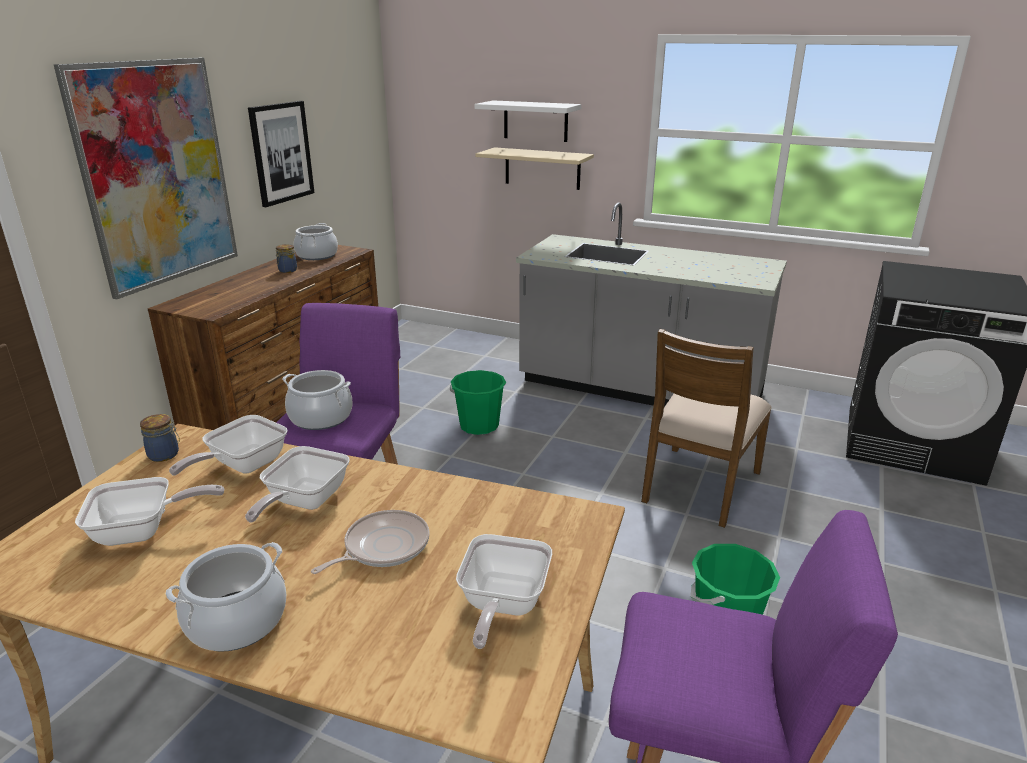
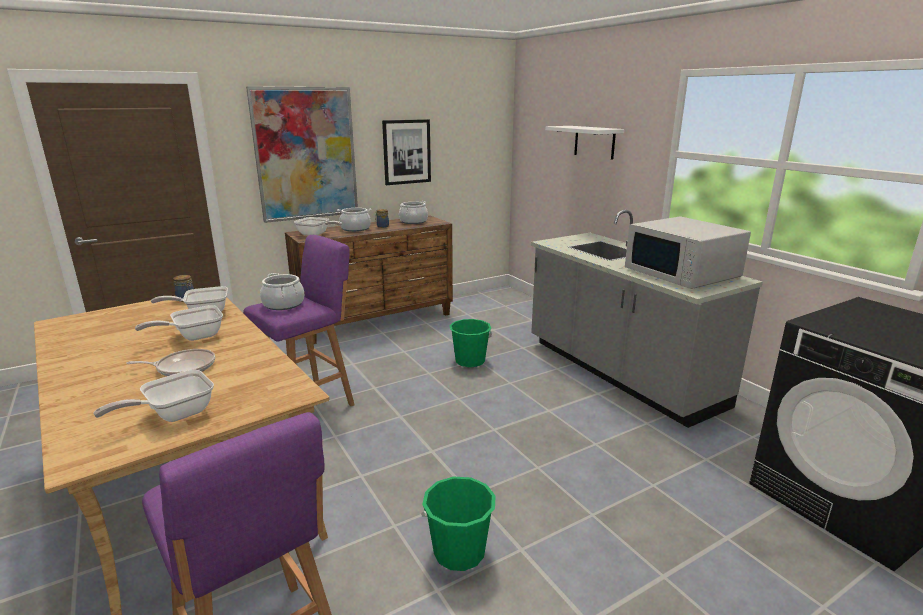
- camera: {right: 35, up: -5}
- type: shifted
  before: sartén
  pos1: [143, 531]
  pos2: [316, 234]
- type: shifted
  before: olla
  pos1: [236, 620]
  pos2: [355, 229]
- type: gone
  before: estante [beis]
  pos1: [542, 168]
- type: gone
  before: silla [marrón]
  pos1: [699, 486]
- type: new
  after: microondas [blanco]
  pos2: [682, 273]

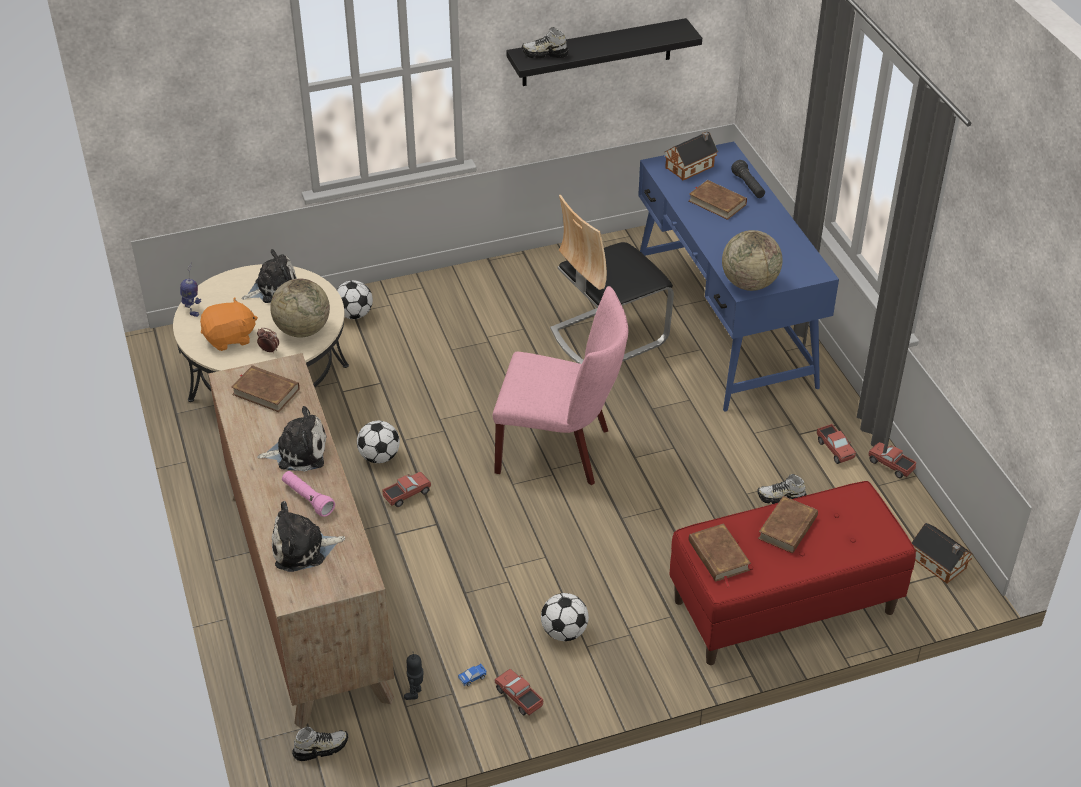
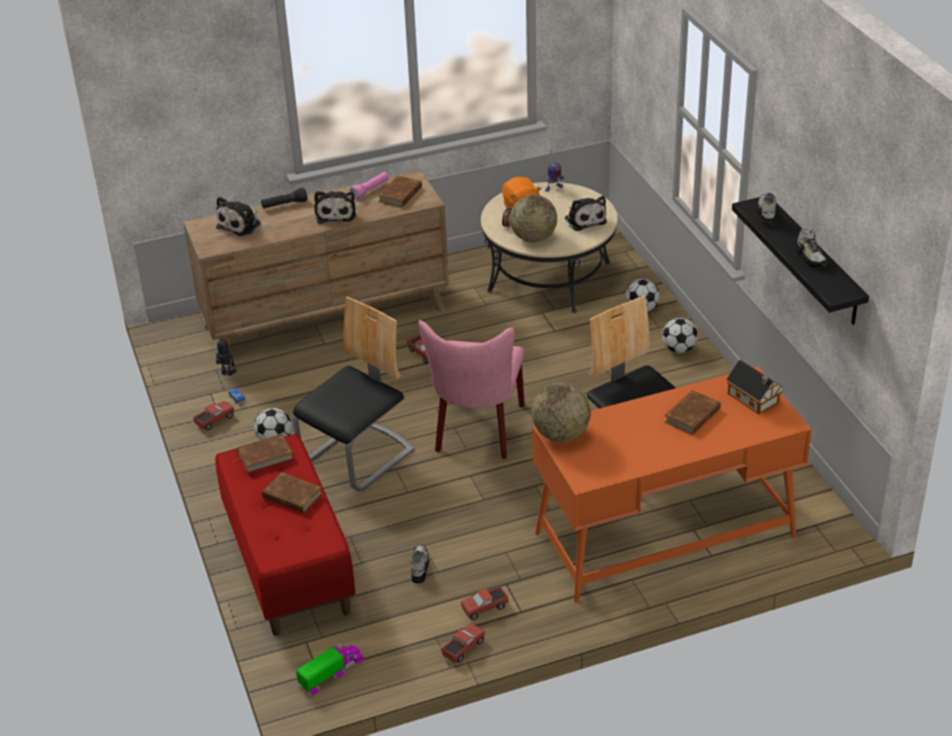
- camera: {right: 90, up: -5}
- type: rotated
  before: peluche
  pos1: [303, 549]
  pos2: [241, 225]
  turn: -135
- type: shifted
  before: linterna [rosa]
  pos1: [308, 499]
  pos2: [370, 190]
- type: shifted
  before: zapato
  pos1: [321, 748]
  pos2: [810, 258]
- type: shifted
  before: balón de fútbol
  pos1: [379, 457]
  pos2: [678, 349]
- type: repainted
  before: escritorio [azul]
  after: escritorio [naranja]
  pos1: [723, 326]
  pos2: [664, 534]
- type: shifted
  before: linterna [negro]
  pos1: [748, 186]
  pos2: [284, 205]
- type: swapped
  before: casita
  after: camión de juguete
  pos1: [939, 564]
  pos2: [330, 673]
- type: new
  after: silla
  pos2: [358, 456]

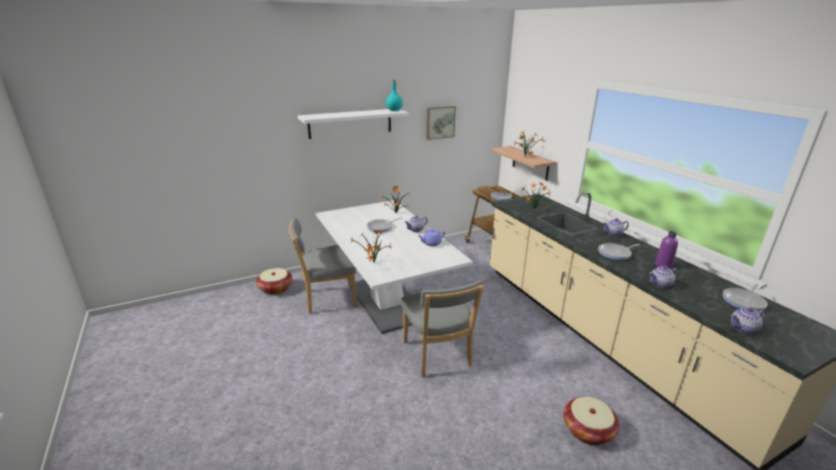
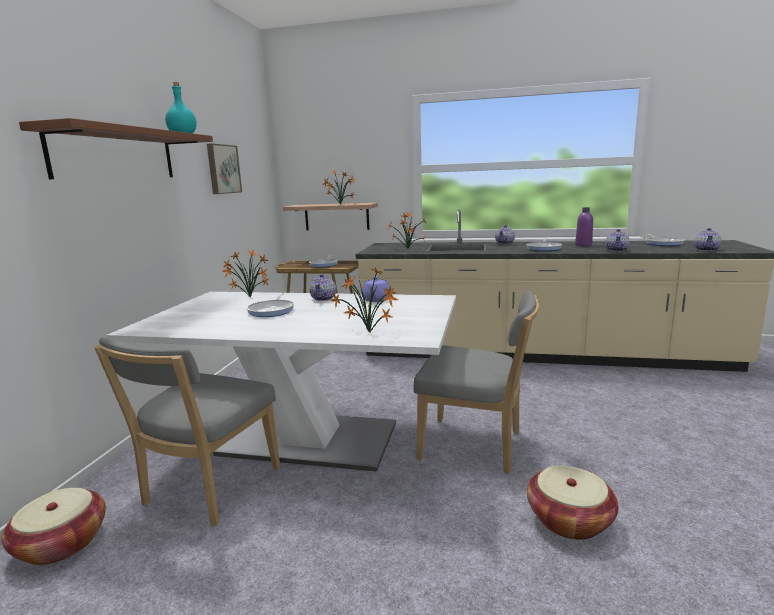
- camera: {right: -50, up: -10}
- type: repainted
  before: estante [blanco]
  after: estante [marrón]
  pos1: [350, 123]
  pos2: [116, 155]
- type: shifted
  before: cesta
  pos1: [588, 430]
  pos2: [569, 520]

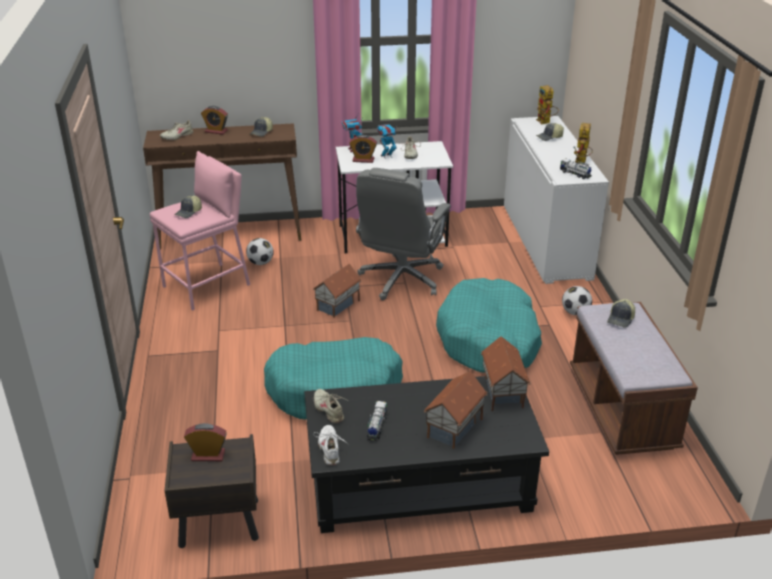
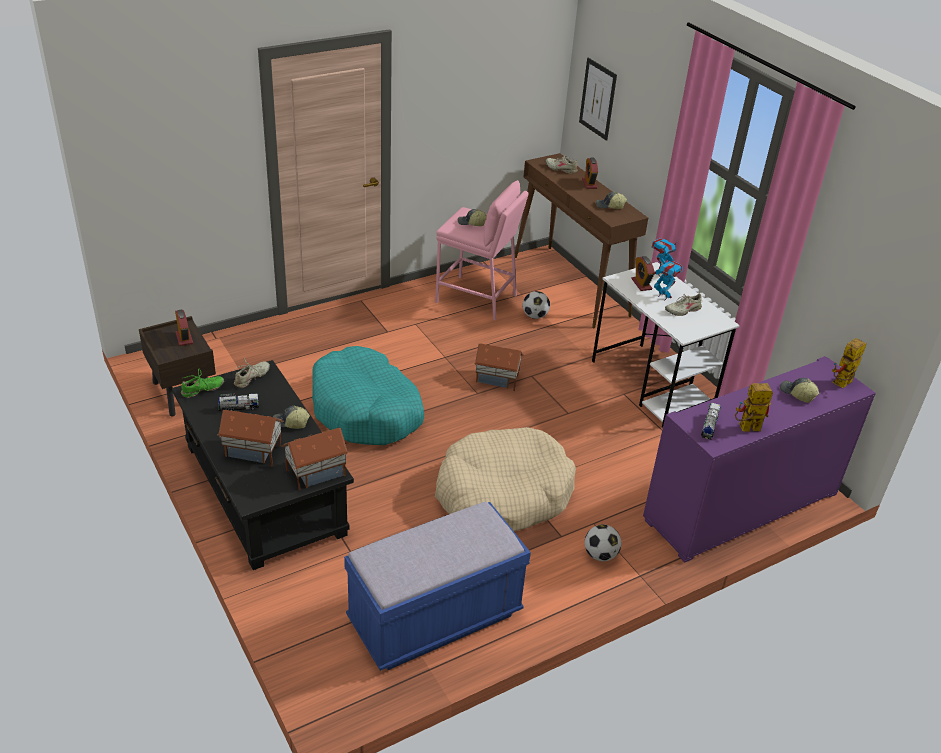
- camera: {right: 65, up: 5}
- type: repainted
  before: zapato [blanco]
  after: zapato [verde]
  pos1: [330, 449]
  pos2: [203, 390]
- type: gone
  before: silla de oficina [gris]
  pos1: [401, 279]
- type: repainted
  before: cama para perro [turquesa]
  after: cama para perro [beis]
  pos1: [489, 340]
  pos2: [503, 493]
- type: repainted
  before: armario [blanco]
  after: armario [morado]
  pos1: [545, 241]
  pos2: [741, 506]
- type: repainted
  before: banco [marrón]
  after: banco [azul]
  pos1: [622, 410]
  pos2: [435, 618]
- type: shifted
  before: gorra
  pos1: [621, 319]
  pos2: [290, 423]
- type: new
  after: cuadro
  pos2: [598, 99]

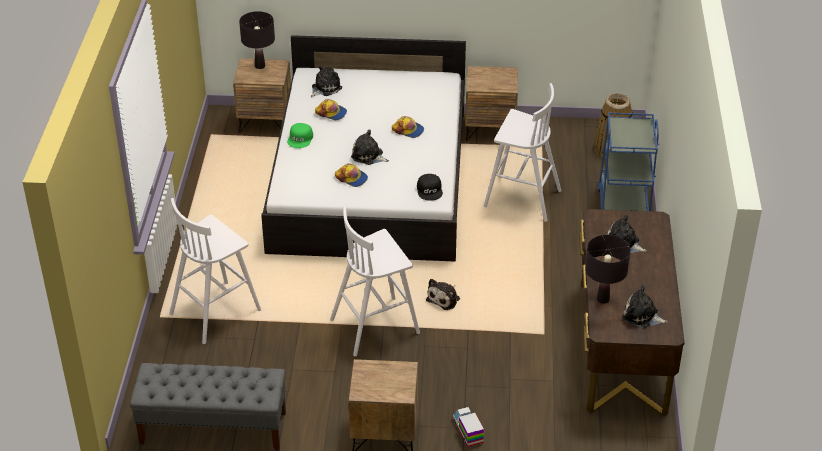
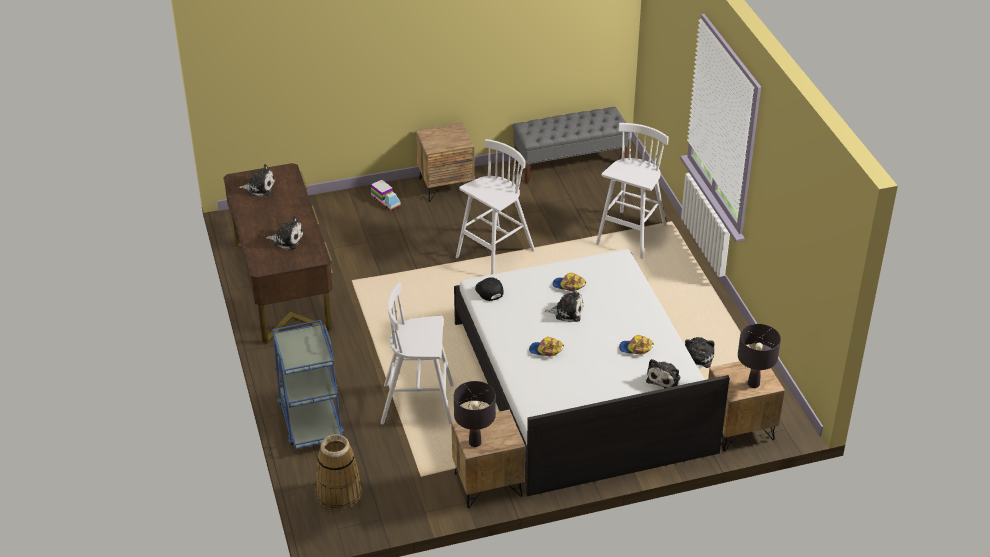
- camera: {right: 160, up: 0}
- type: gone
  before: gorra [verde]
  pos1: [300, 139]
- type: shifted
  before: peluche
  pos1: [444, 298]
  pos2: [697, 360]
- type: shifted
  before: lámpara de mesa [negro]
  pos1: [603, 299]
  pos2: [475, 442]

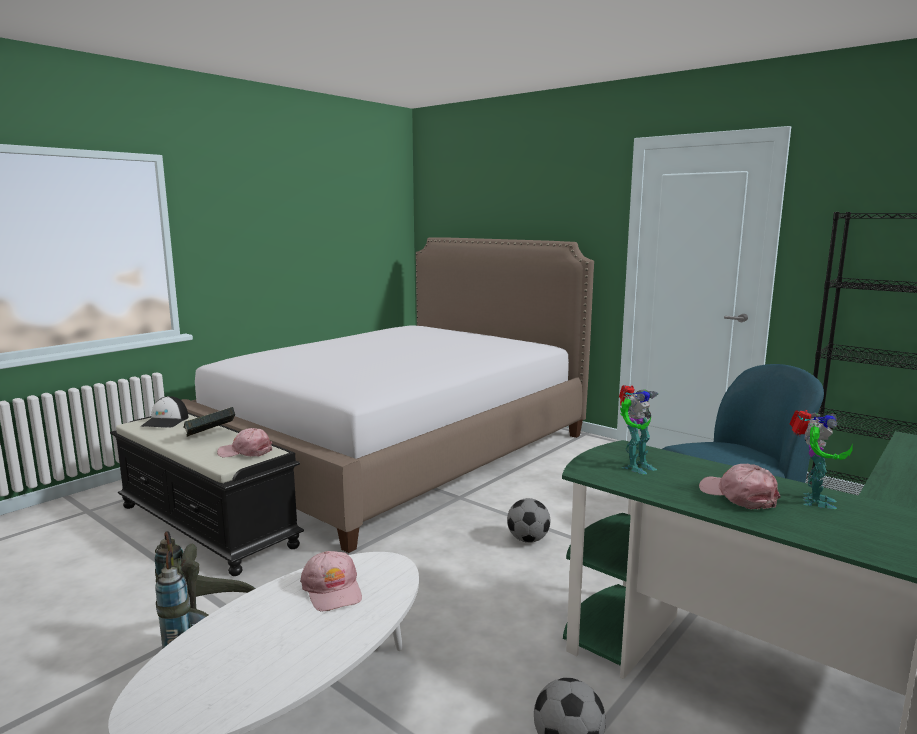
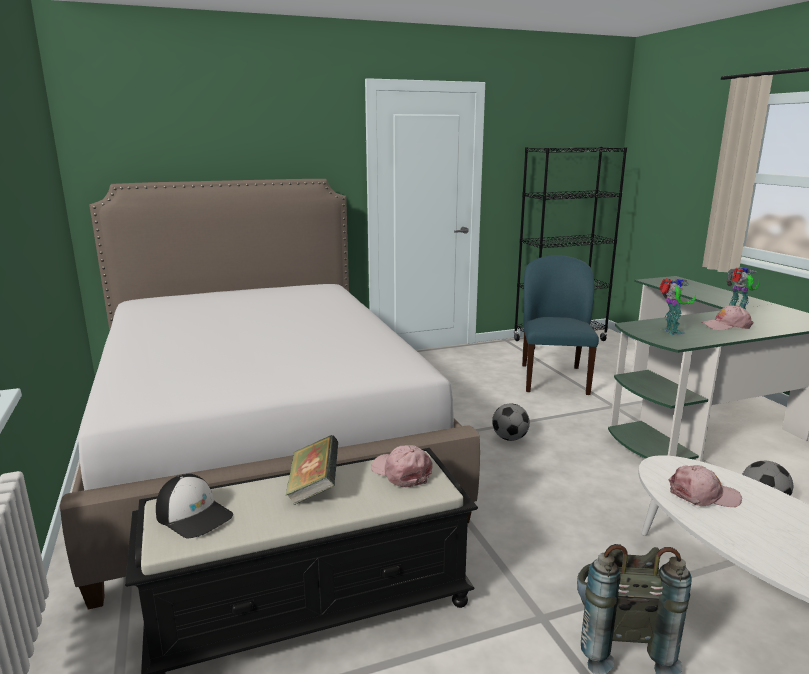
- camera: {right: -60, up: 5}
- type: rotated
  before: gorra [rosa]
  pos1: [246, 451]
  pos2: [401, 472]
  turn: 105

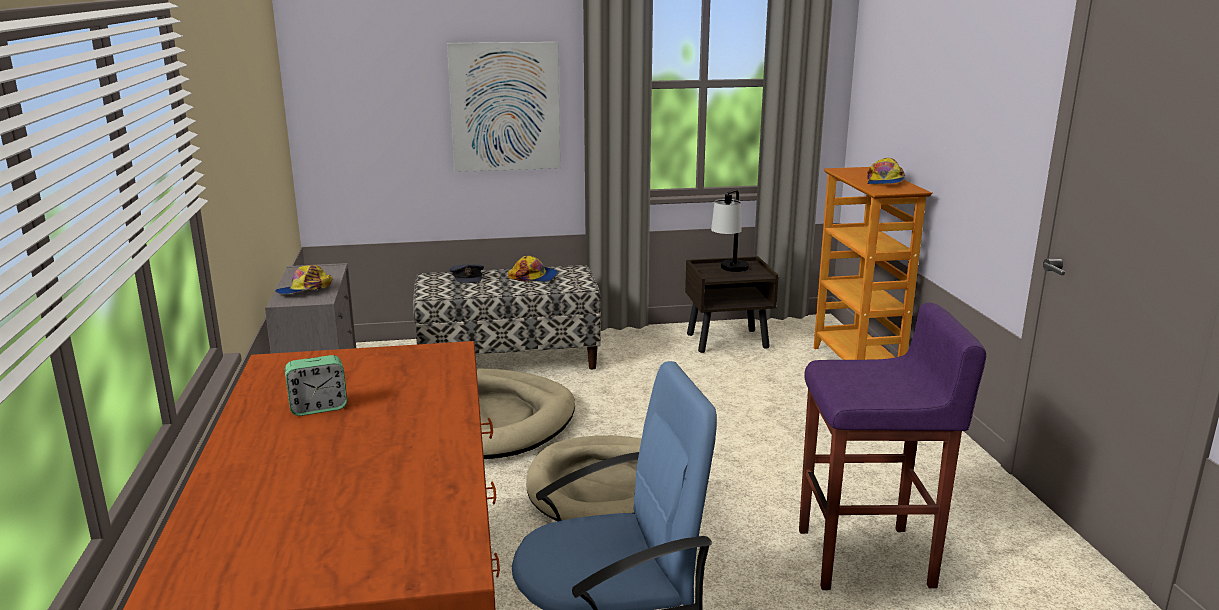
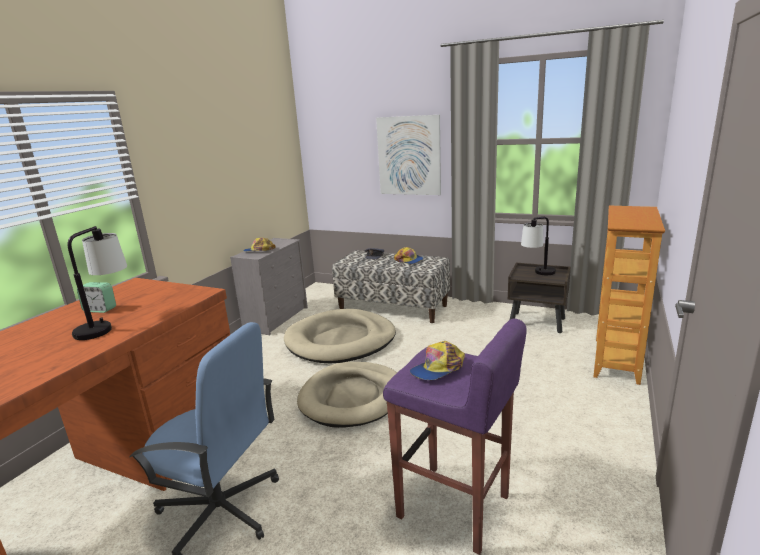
- camera: {right: 35, up: 0}
- type: shifted
  before: gorra
  pos1: [884, 181]
  pos2: [438, 369]
- type: new
  after: lámpara de mesa
  pos2: [107, 325]

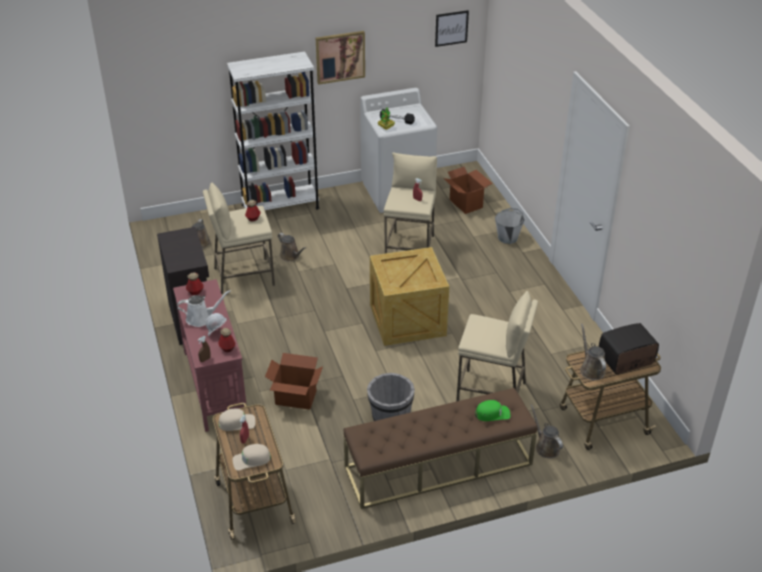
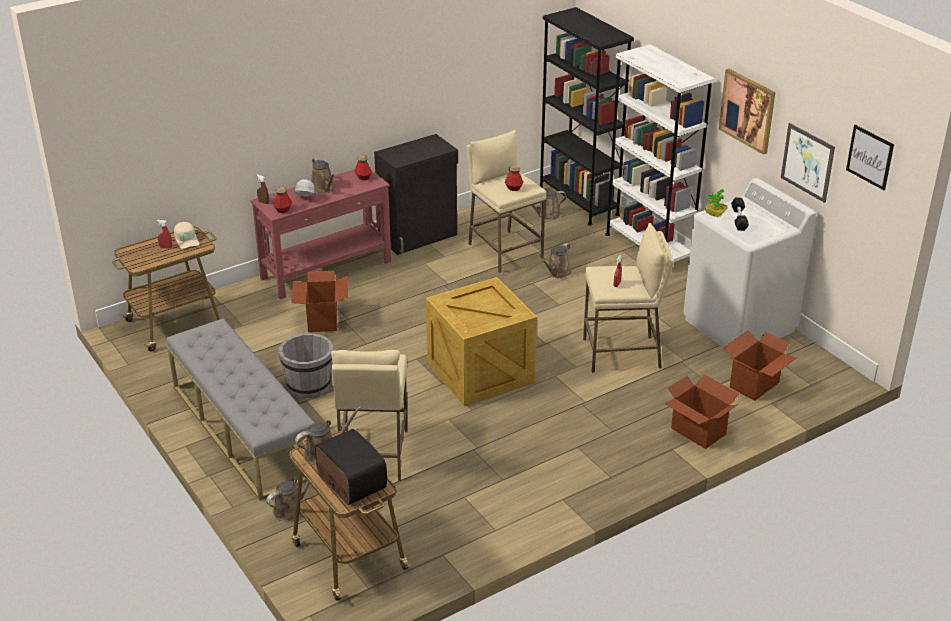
- camera: {right: 75, up: -5}
- type: repainted
  before: regadera [blanco]
  after: regadera [marrón]
  pos1: [201, 318]
  pos2: [323, 188]
- type: gone
  before: gorra [beis]
  pos1: [251, 460]
- type: repainted
  before: banco [marrón]
  after: banco [gris]
  pos1: [438, 466]
  pos2: [243, 430]
- type: gone
  before: gorra [verde]
  pos1: [492, 413]
- type: swapped
  before: cubo [gris]
  after: caja de cartón
  pos1: [508, 237]
  pos2: [698, 432]
- type: new
  after: estantería [negro]
  pos2: [578, 202]
- type: new
  after: cuadro
  pos2: [807, 162]

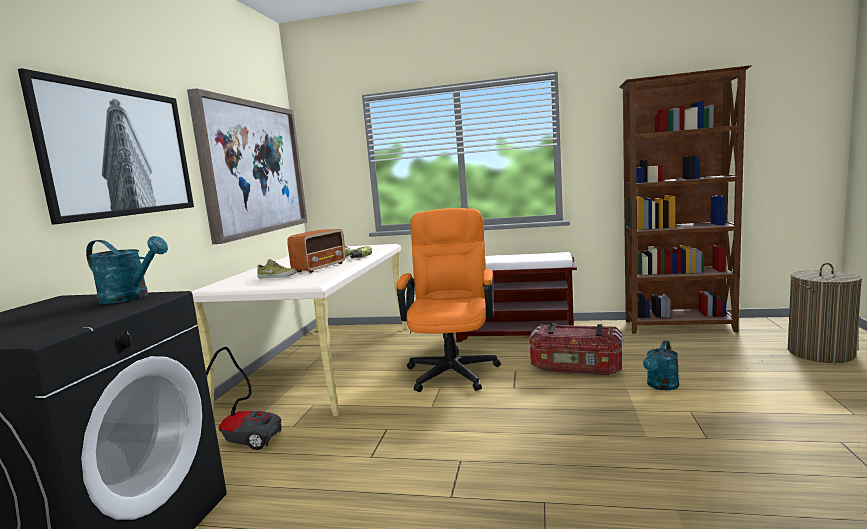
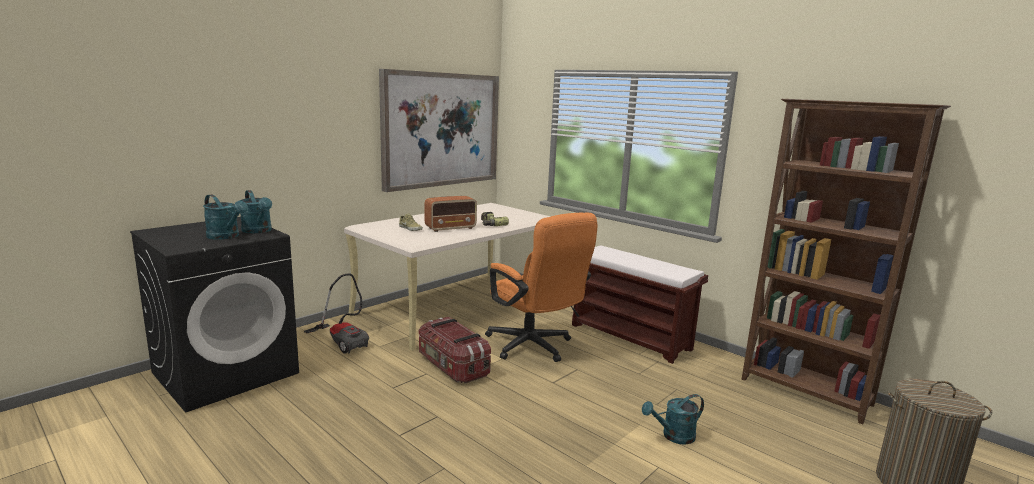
- camera: {right: 30, up: 5}
- type: gone
  before: cuadro
  pos1: [119, 152]
- type: rotated
  before: silla de oficina [naranja]
  pos1: [453, 368]
  pos2: [534, 347]
  turn: 105
- type: shifted
  before: caja de almacenaje
  pos1: [576, 368]
  pos2: [452, 366]
- type: new
  after: regadera [turquesa]
  pos2: [226, 236]

